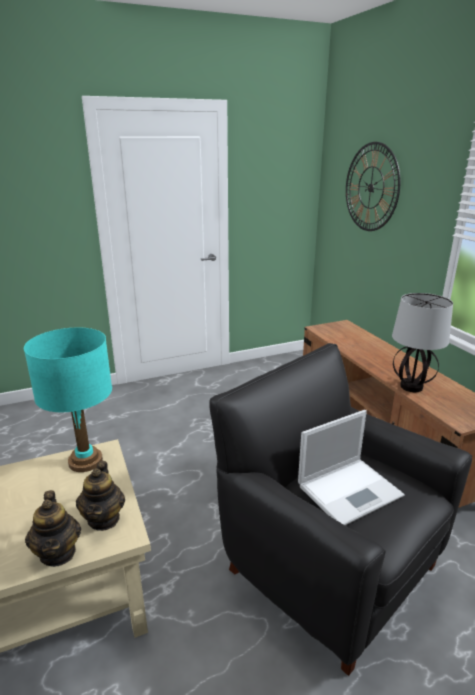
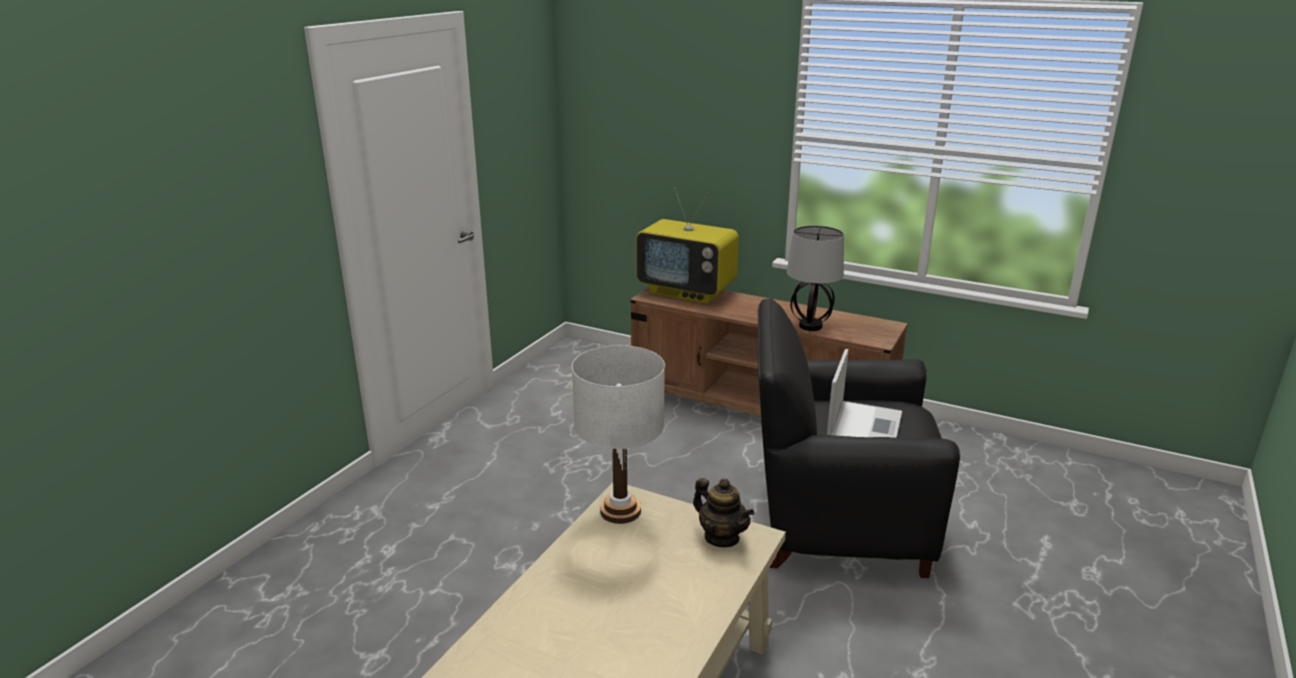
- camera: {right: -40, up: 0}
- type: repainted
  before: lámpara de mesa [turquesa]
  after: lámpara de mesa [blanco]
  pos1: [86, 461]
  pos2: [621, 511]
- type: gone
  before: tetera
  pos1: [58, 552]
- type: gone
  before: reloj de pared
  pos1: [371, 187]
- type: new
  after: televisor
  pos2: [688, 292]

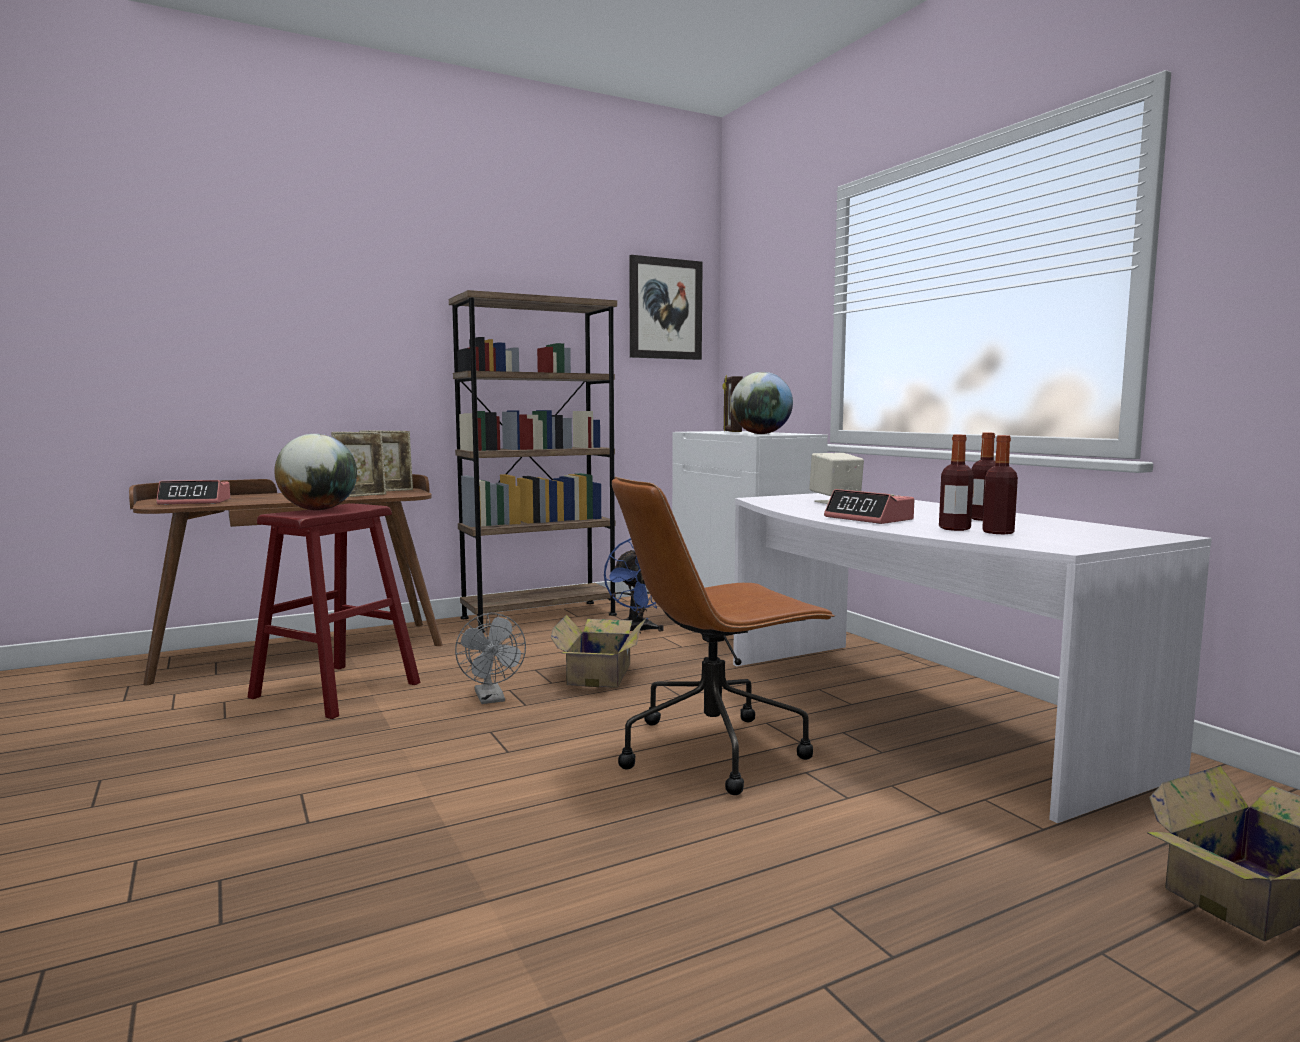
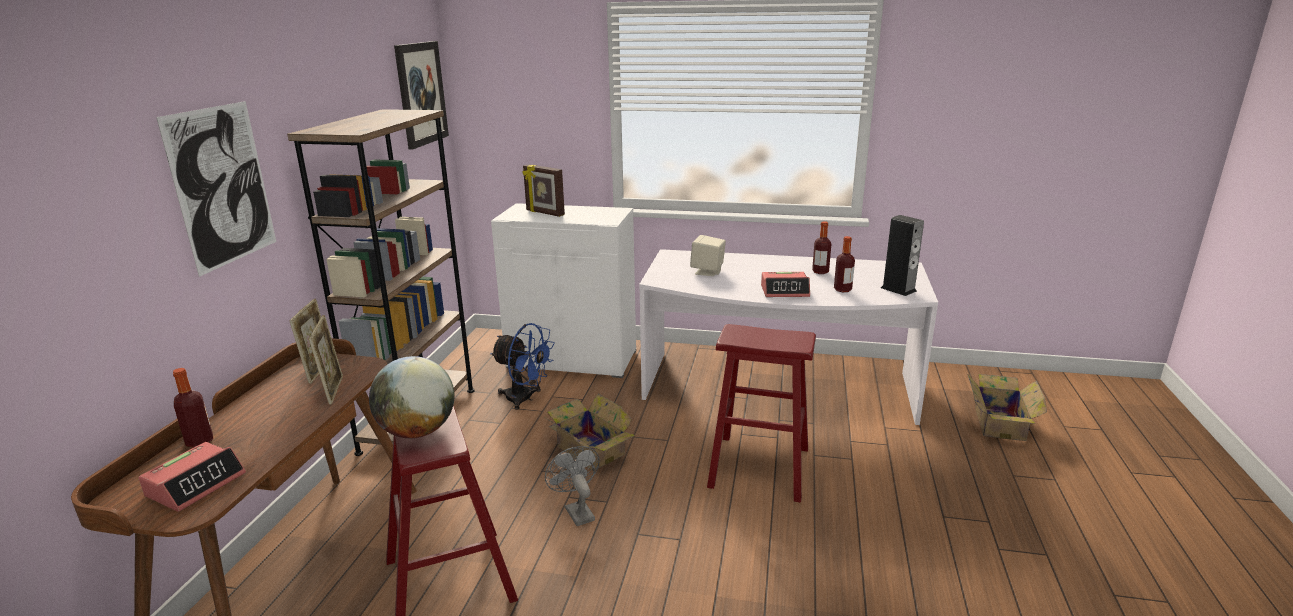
- camera: {right: -50, up: 15}
- type: rotated
  before: ventilador [gris]
  pos1: [491, 699]
  pos2: [576, 511]
  turn: -135
- type: swapped
  before: silla de oficina [marrón]
  after: taburete [rojo]
  pos1: [714, 750]
  pos2: [759, 467]
- type: gone
  before: globo terráqueo
  pos1: [761, 434]
- type: shifted
  before: botella
  pos1: [998, 532]
  pos2: [200, 441]
- type: new
  after: cuadro
  pos2: [222, 186]
- type: new
  after: altavoz
  pos2: [898, 289]

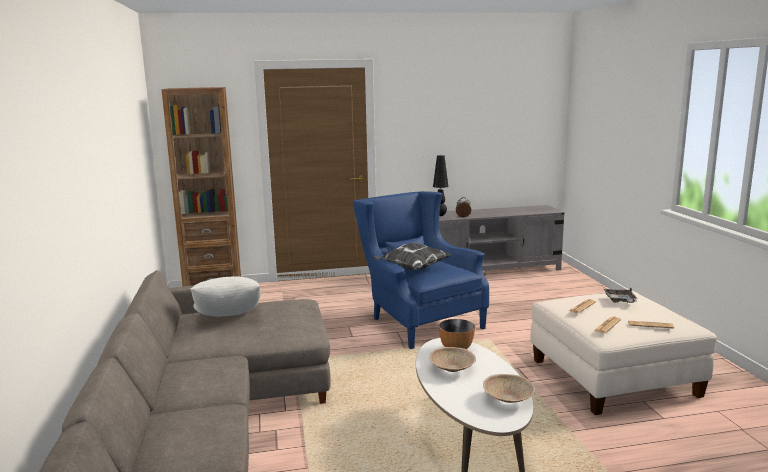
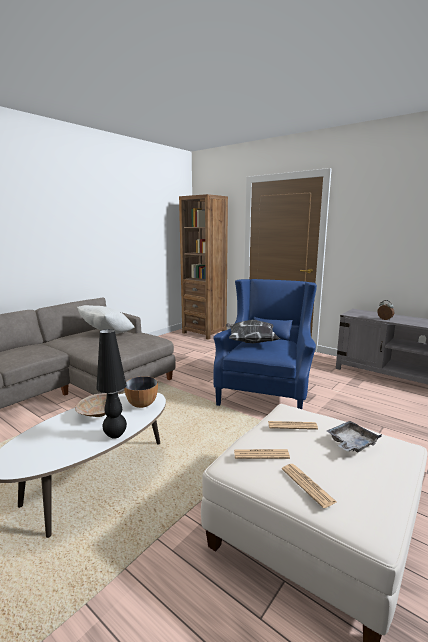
- camera: {right: 50, up: 0}
- type: shifted
  before: lámpara de mesa [negro]
  pos1: [440, 215]
  pos2: [115, 435]
- type: gone
  before: cuenco [beis]
  pos1: [508, 400]

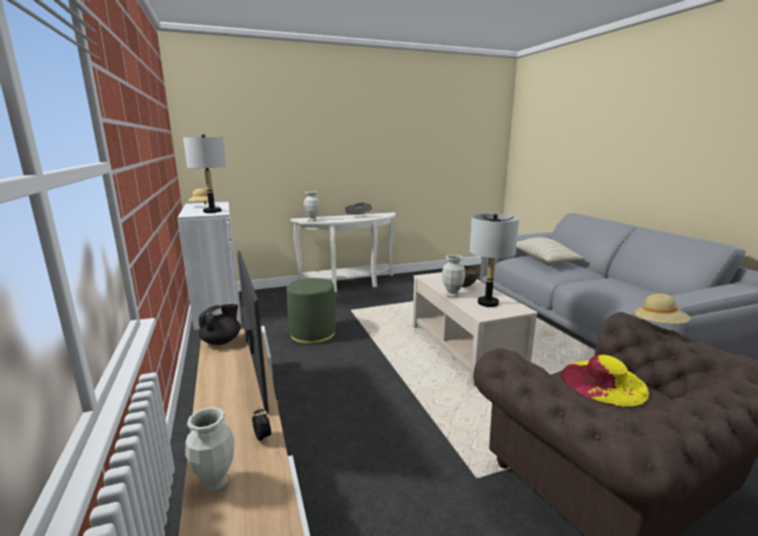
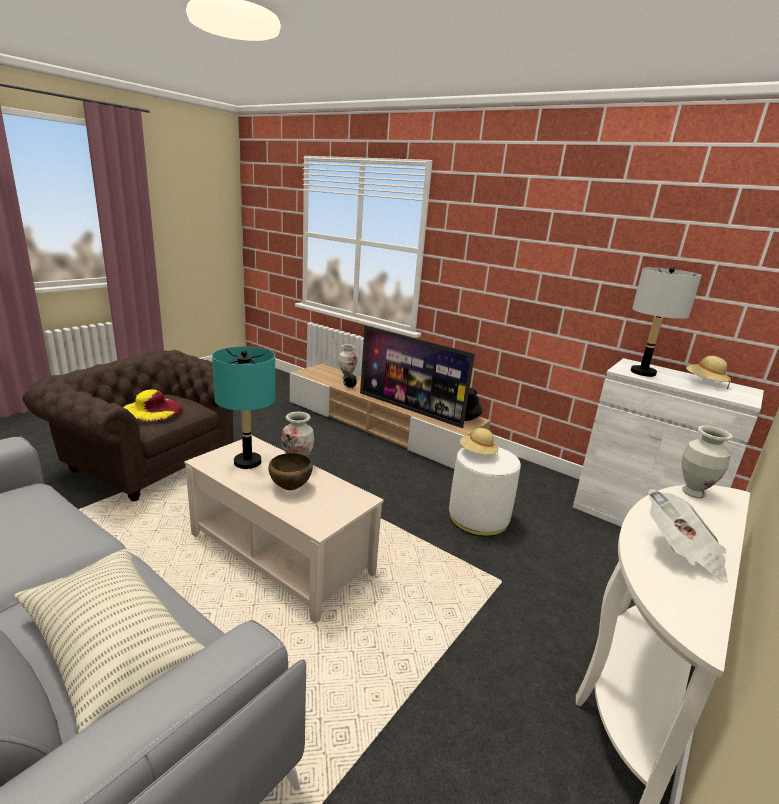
- camera: {right: 145, up: 5}
- type: repainted
  before: puf [verde]
  after: puf [blanco]
  pos1: [313, 333]
  pos2: [478, 518]
- type: repainted
  before: lámpara de mesa [gris]
  after: lámpara de mesa [turquesa]
  pos1: [487, 303]
  pos2: [248, 462]
- type: shifted
  before: sombrero [beis]
  pos1: [659, 325]
  pos2: [477, 453]

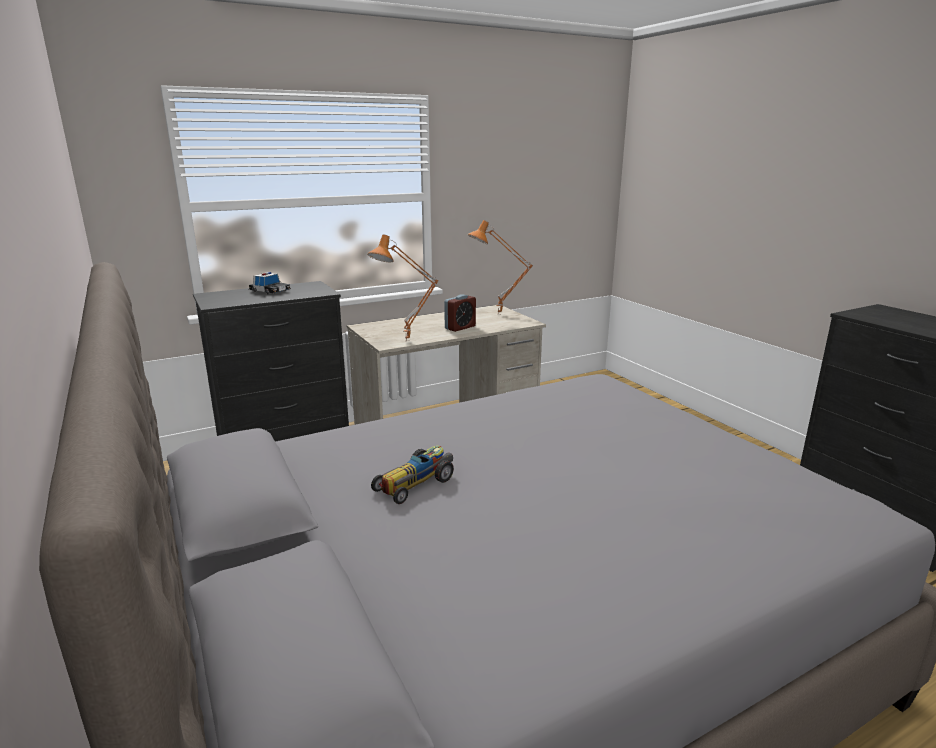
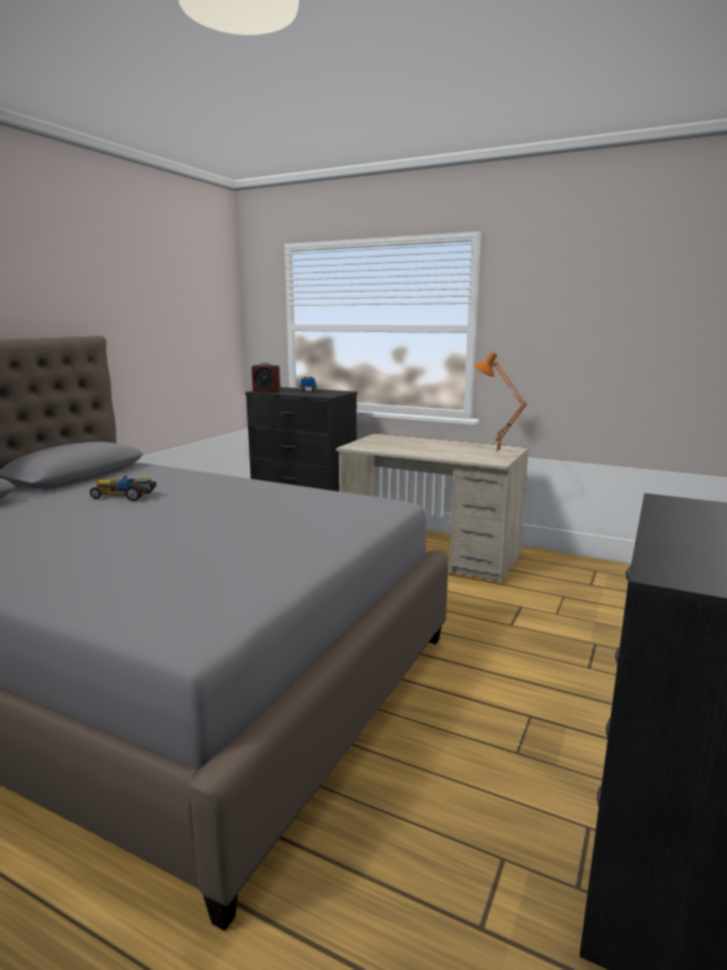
- camera: {right: 55, up: -5}
- type: gone
  before: lámpara de mesa [naranja]
  pos1: [408, 341]
- type: shifted
  before: despertador
  pos1: [460, 327]
  pos2: [266, 391]

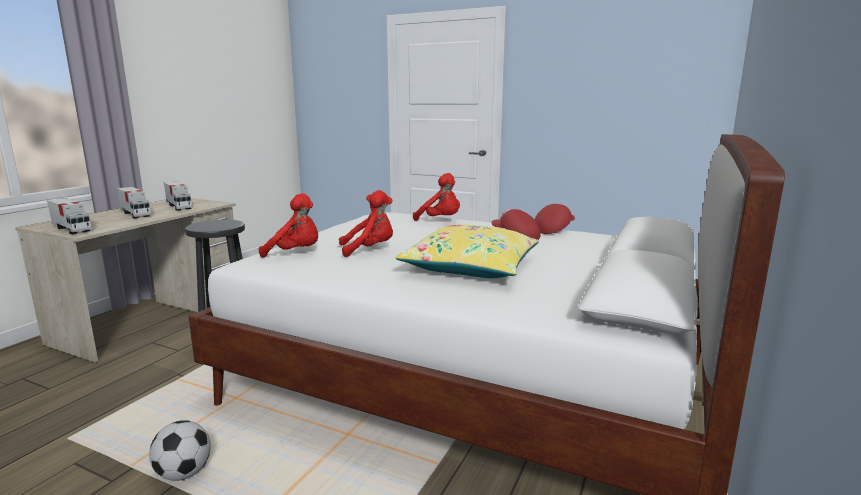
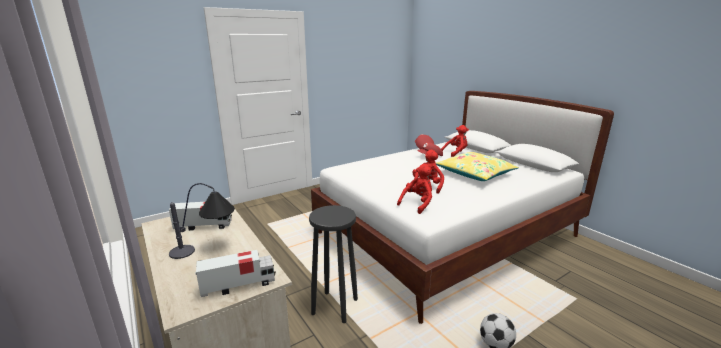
- camera: {right: -60, up: 5}
- type: swapped
  before: camión de juguete
  after: lámpara de mesa
  pos1: [135, 214]
  pos2: [207, 249]
- type: shifted
  before: peluche [rojo]
  pos1: [440, 220]
  pos2: [456, 153]

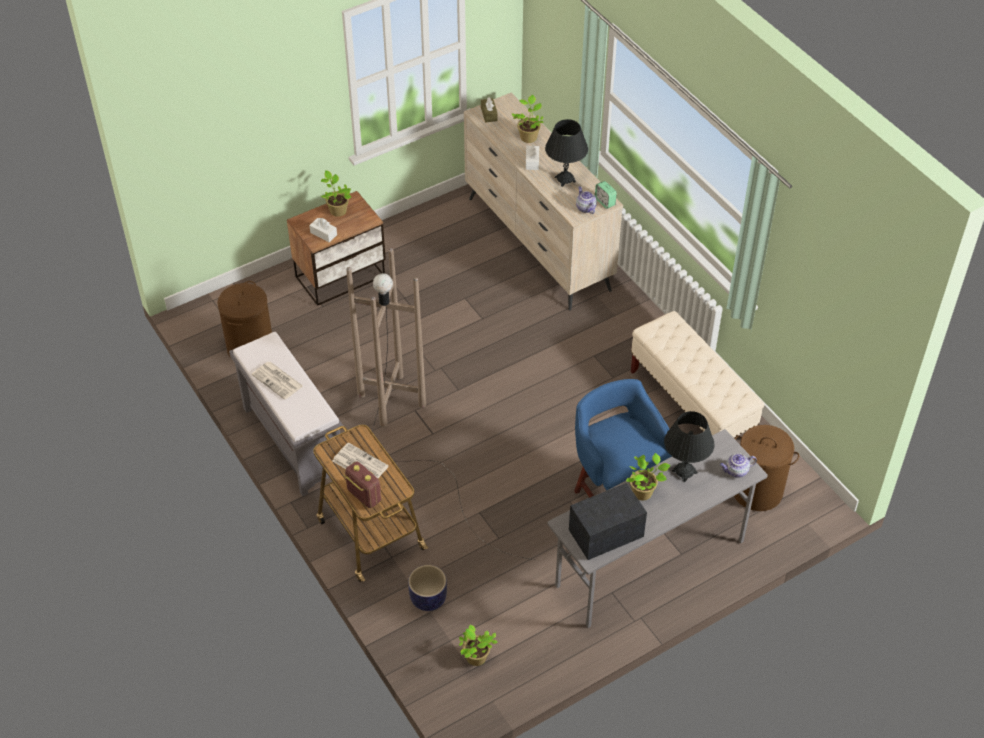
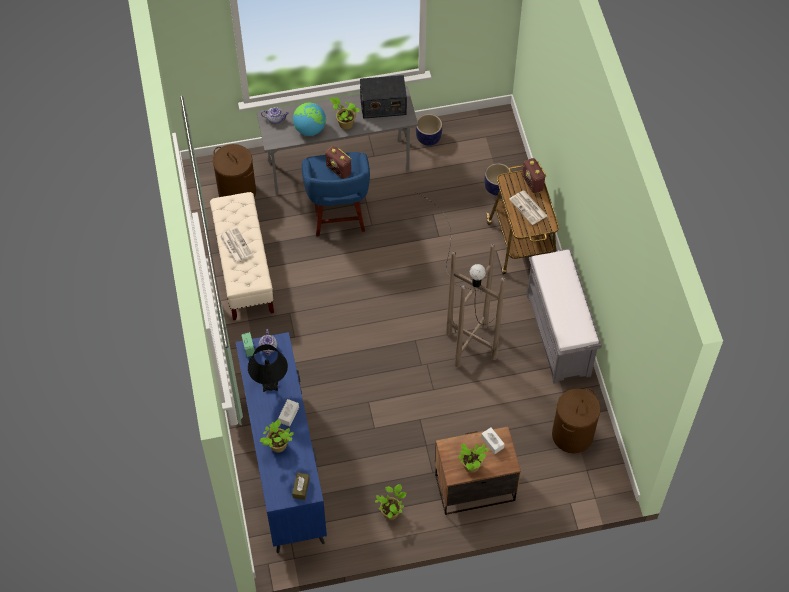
- camera: {right: -160, up: 10}
- type: shifted
  before: periódico
  pos1: [278, 381]
  pos2: [235, 245]
- type: shifted
  before: planta en maceta
  pos1: [476, 659]
  pos2: [391, 512]
- type: repainted
  before: cómoda [beis]
  after: cómoda [azul]
  pos1: [538, 244]
  pos2: [285, 466]
- type: swapped
  before: lámpara de mesa [negro]
  after: globo terráqueo
  pos1: [684, 472]
  pos2: [310, 129]
- type: new
  after: radio
  pos2: [339, 170]
- type: new
  after: maceta
  pos2: [428, 138]

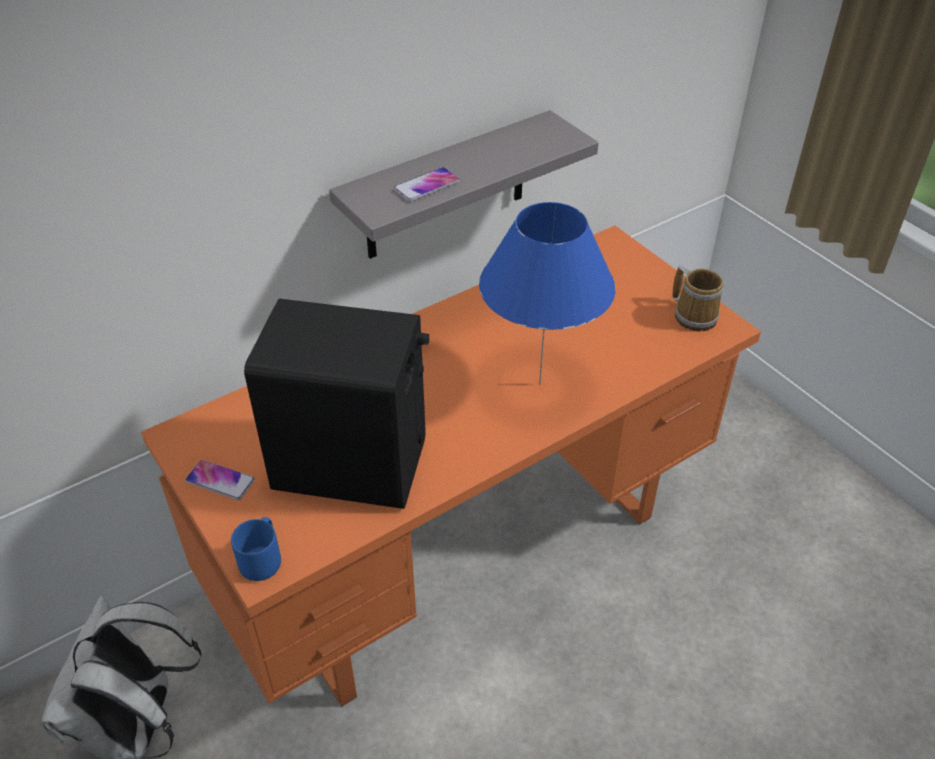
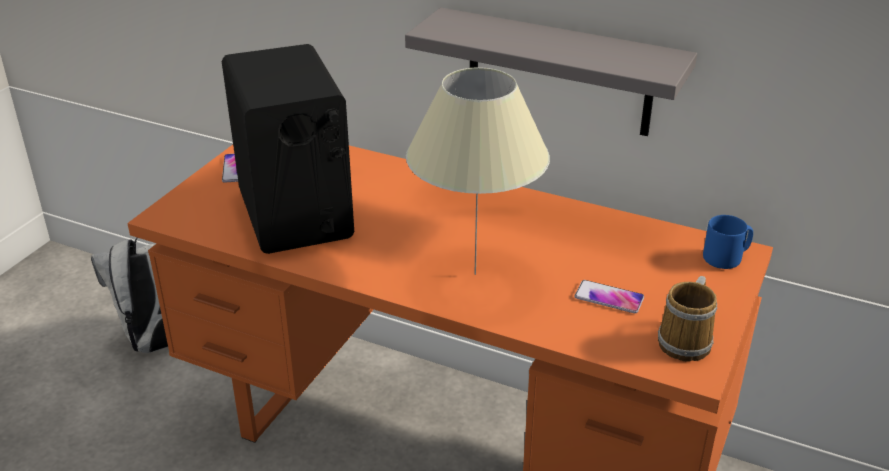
- camera: {right: 60, up: -10}
- type: shifted
  before: taza grande [azul]
  pos1: [262, 559]
  pos2: [726, 258]
- type: shifted
  before: móvil
  pos1: [427, 185]
  pos2: [609, 298]
- type: repainted
  before: lámpara de mesa [azul]
  after: lámpara de mesa [beis]
  pos1: [539, 384]
  pos2: [474, 274]

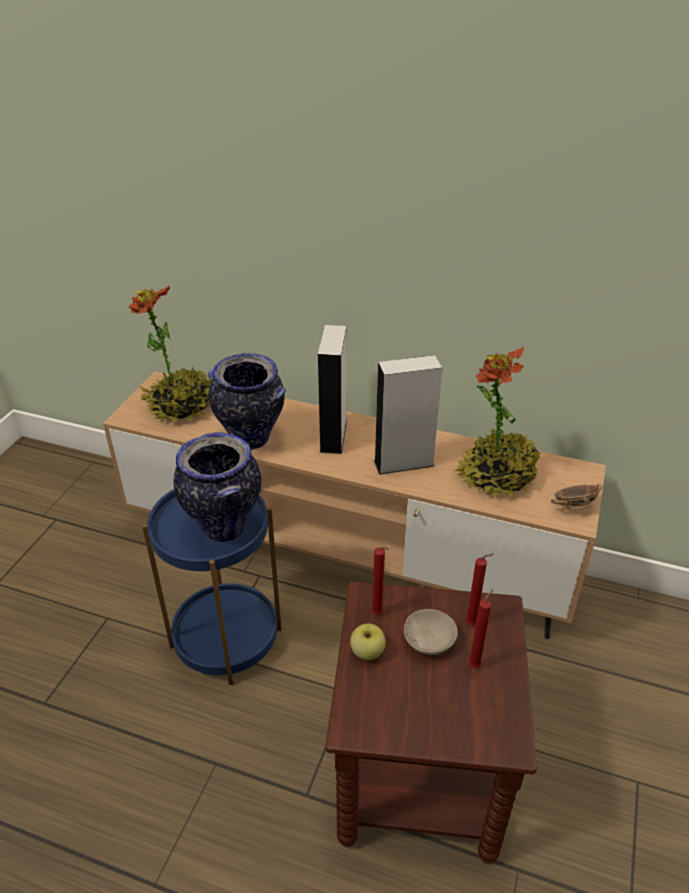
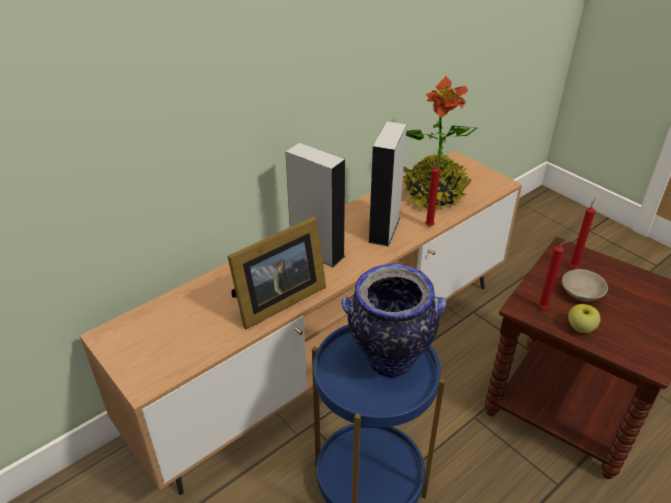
- camera: {right: -60, up: 0}
- type: gone
  before: planta en maceta
  pos1: [181, 407]
- type: swapped
  before: florero
  after: portarretratos
  pos1: [251, 439]
  pos2: [276, 301]
- type: shifted
  before: vela [rojo]
  pos1: [475, 664]
  pos2: [428, 225]
- type: gone
  before: cuenco
  pos1: [573, 505]

